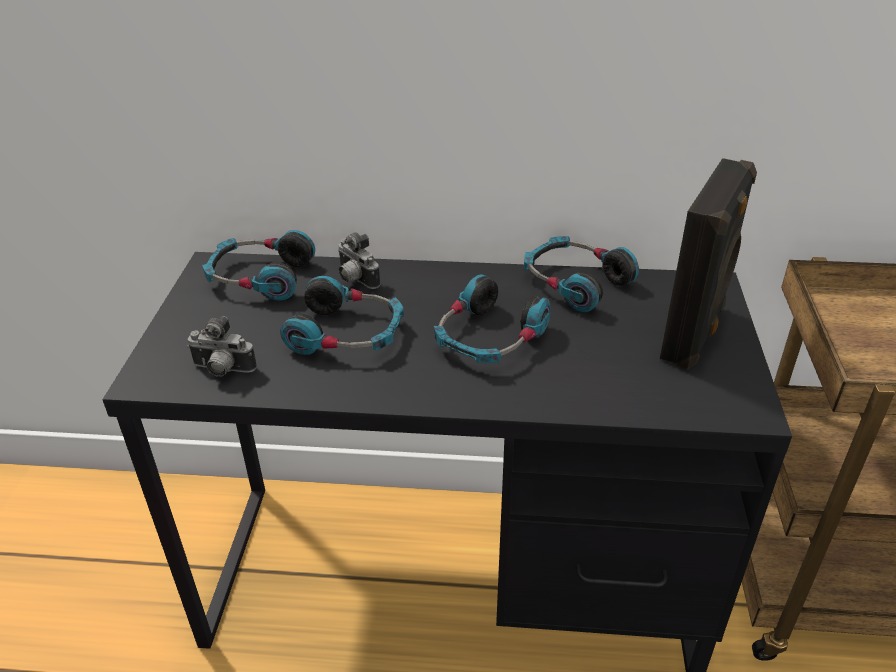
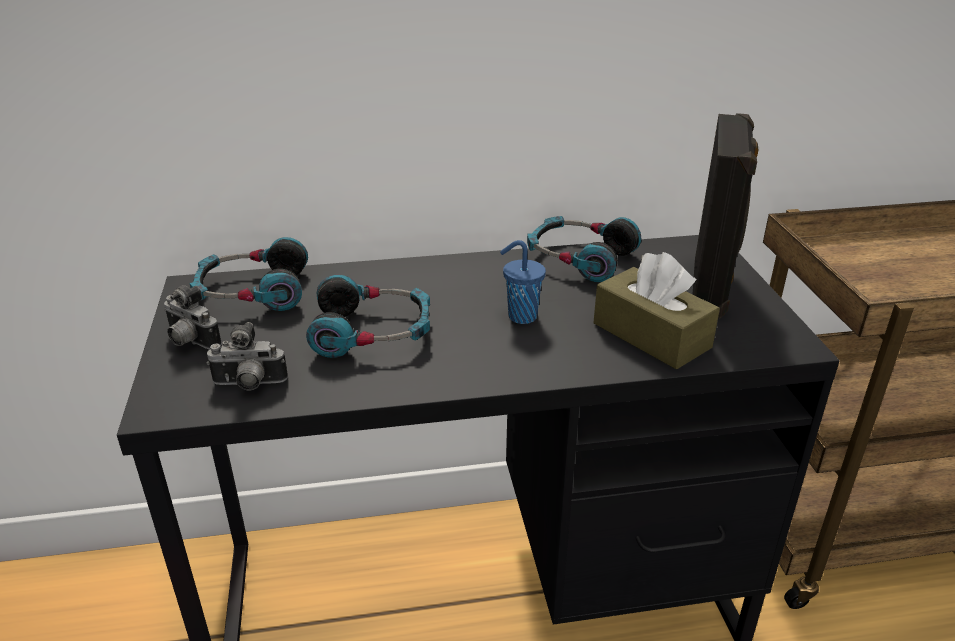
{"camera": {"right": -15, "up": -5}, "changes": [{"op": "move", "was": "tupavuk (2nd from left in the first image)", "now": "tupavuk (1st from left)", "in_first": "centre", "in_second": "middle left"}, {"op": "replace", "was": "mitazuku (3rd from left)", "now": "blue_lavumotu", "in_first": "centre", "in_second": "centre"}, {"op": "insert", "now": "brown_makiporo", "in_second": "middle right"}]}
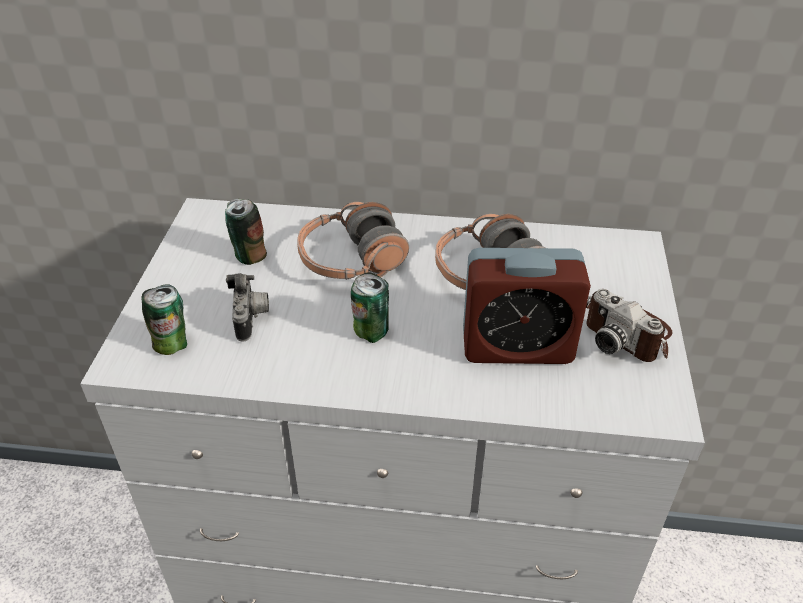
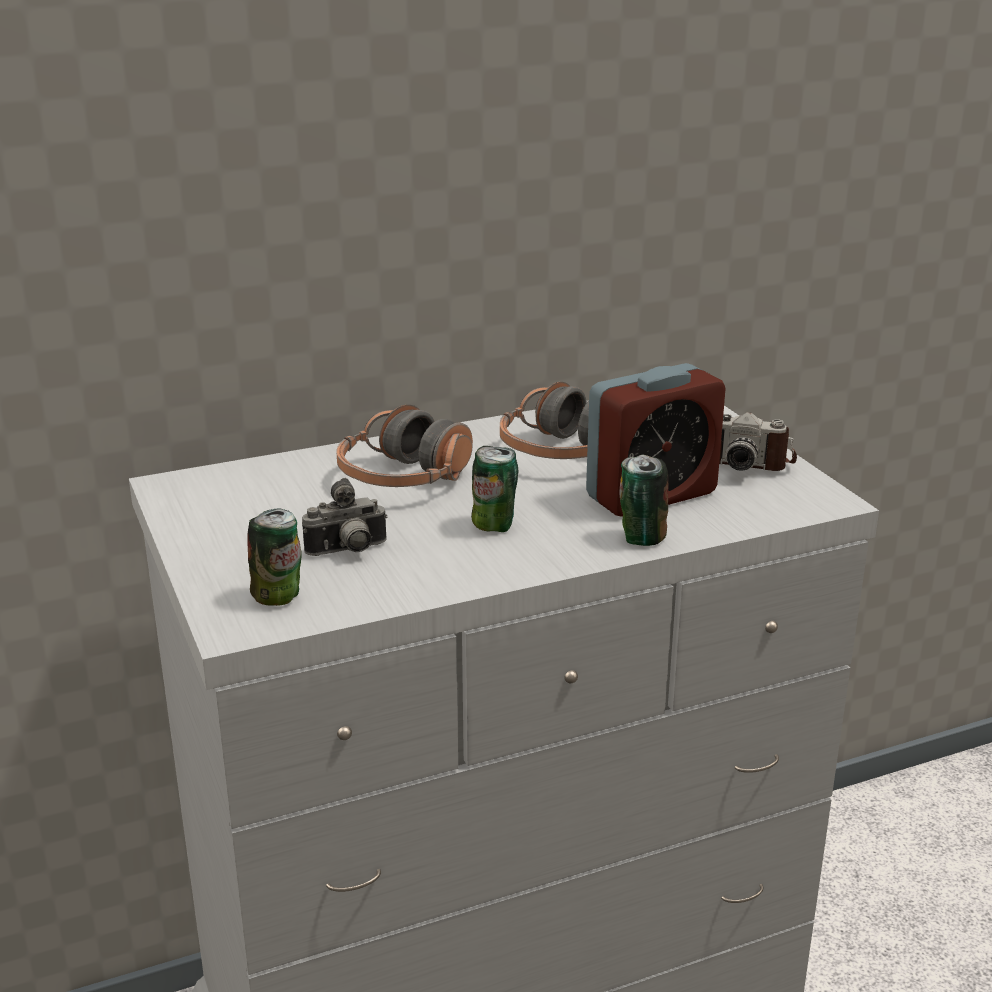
{"camera": {"right": -30, "up": -15}, "changes": [{"op": "rotate", "was": "tupavuk (1st from left)", "in_first": "middle left", "in_second": "centre", "clockwise": 105}, {"op": "move", "was": "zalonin (2nd from left in the first image)", "now": "zalonin (3rd from left)", "in_first": "middle left", "in_second": "centre"}]}
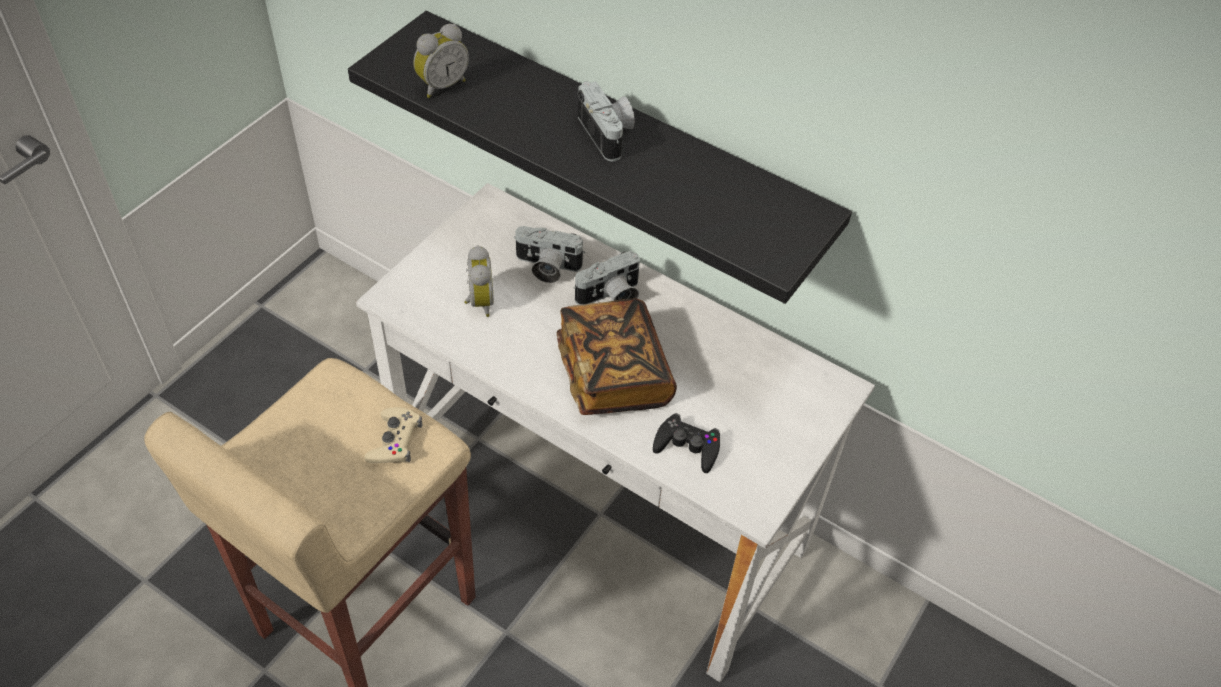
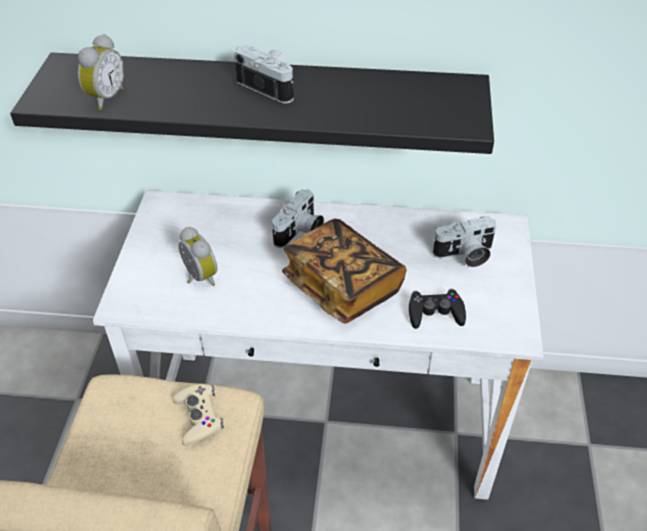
{"camera": {"right": -25, "up": -5}, "changes": [{"op": "move", "was": "tupavuk (1st from left in the first image)", "now": "tupavuk (3rd from left)", "in_first": "centre", "in_second": "middle right"}]}
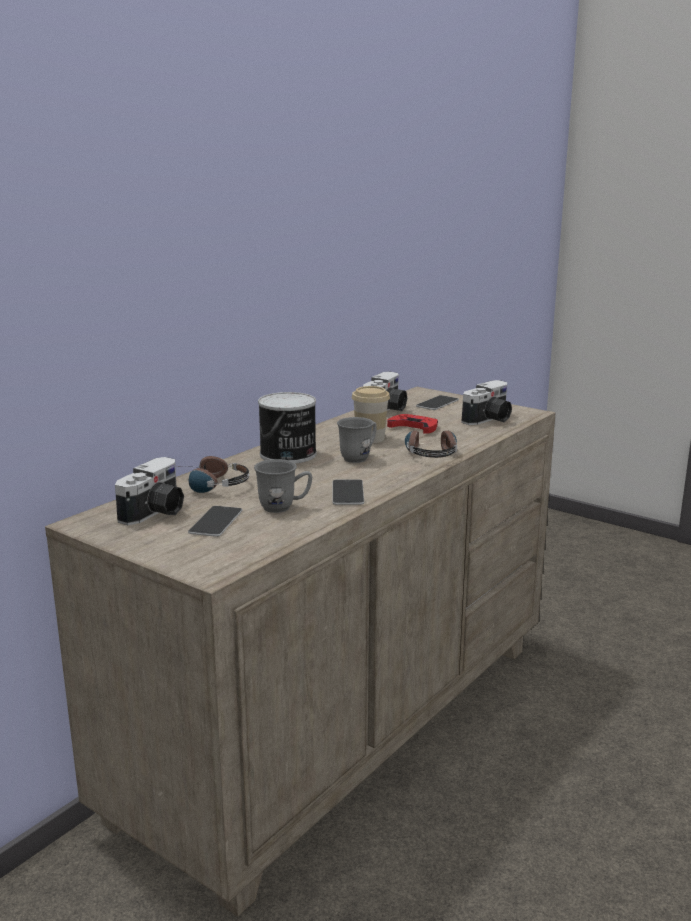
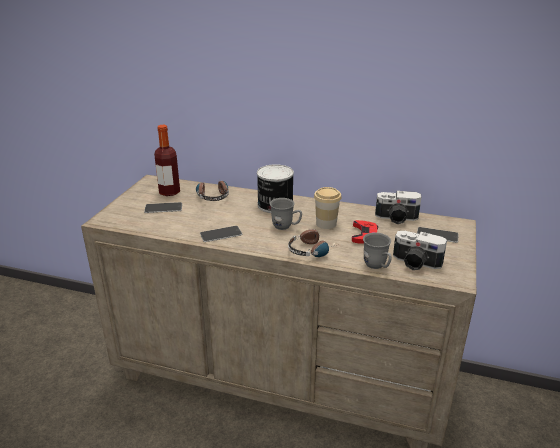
{"camera": {"right": 70, "up": 10}, "changes": [{"op": "replace", "was": "tupavuk (1st from left)", "now": "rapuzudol", "in_first": "middle left", "in_second": "middle left"}, {"op": "move", "was": "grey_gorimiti (1st from left in the first image)", "now": "grey_gorimiti (2nd from left)", "in_first": "centre", "in_second": "middle right"}]}
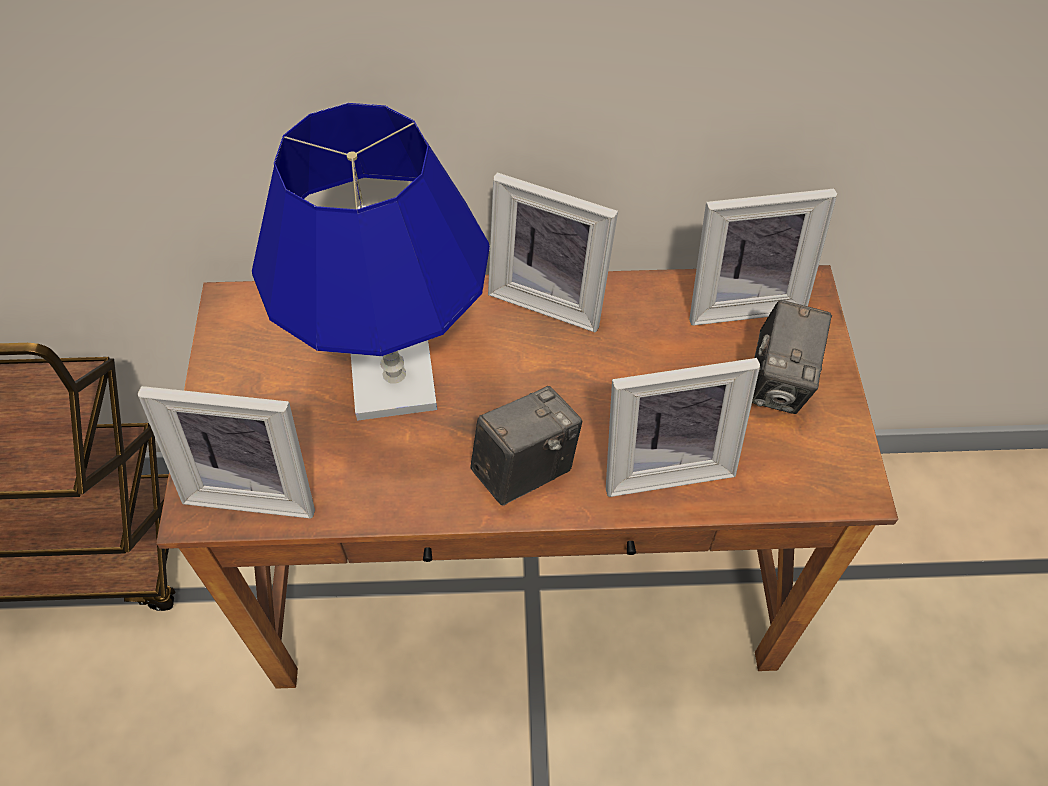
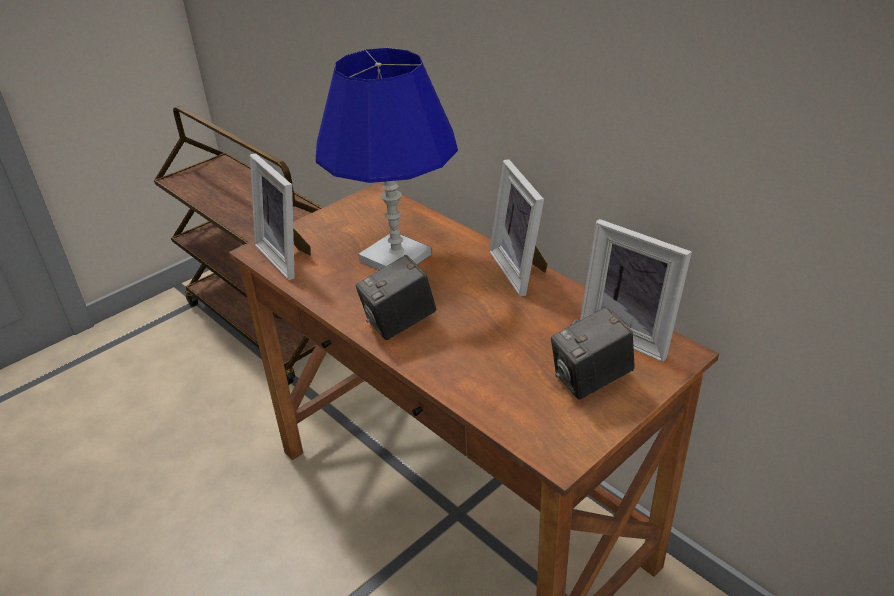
{"camera": {"right": 50, "up": -20}, "changes": [{"op": "rotate", "was": "tupavuk (1st from left)", "in_first": "centre", "in_second": "centre", "clockwise": 135}, {"op": "delete", "was": "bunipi (3rd from left)", "in_first": "centre"}]}
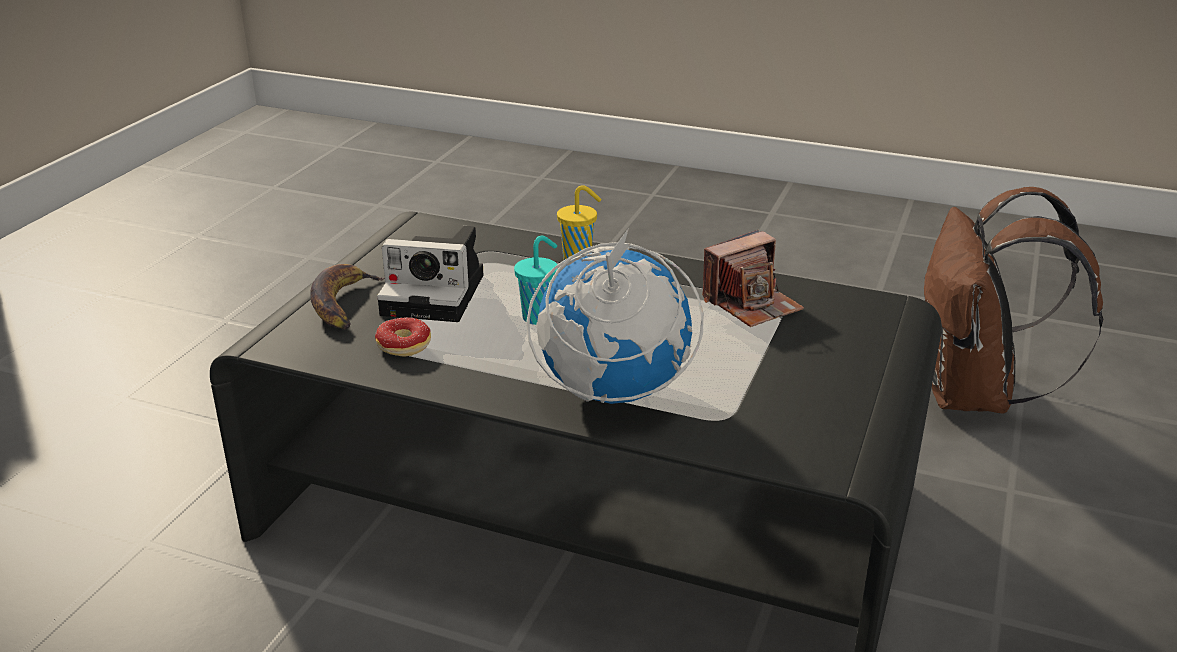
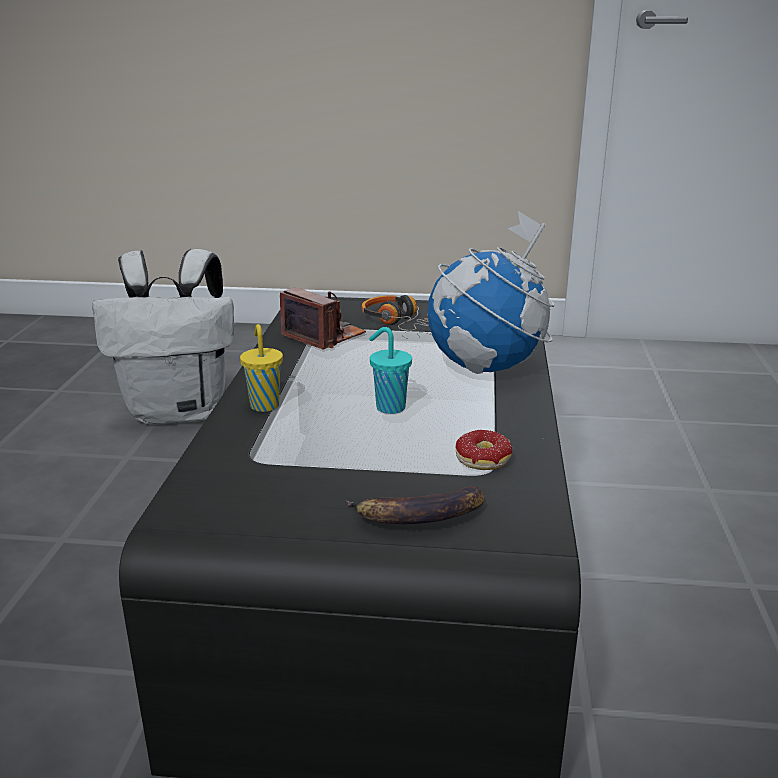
{"camera": {"right": -105, "up": -5}, "changes": [{"op": "recolor", "was": "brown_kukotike", "now": "white_kukotike", "in_first": "middle right", "in_second": "middle left"}, {"op": "insert", "now": "mitazuku", "in_second": "centre"}, {"op": "delete", "was": "tupavuk (1st from left)", "in_first": "centre"}]}
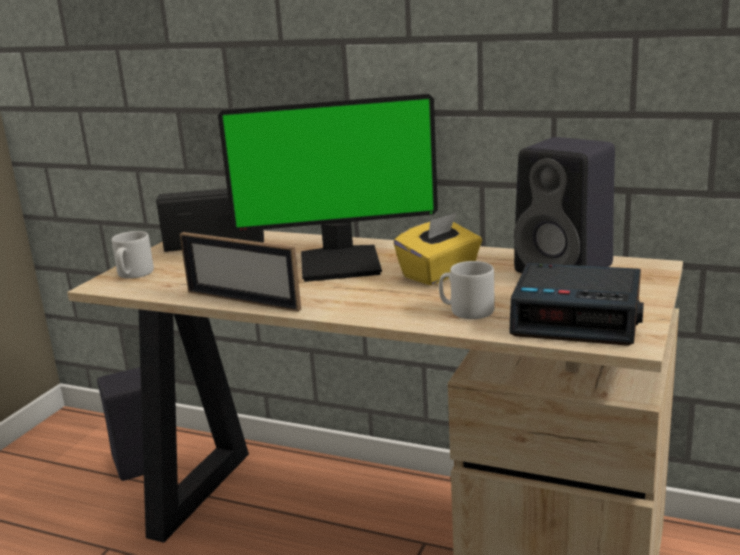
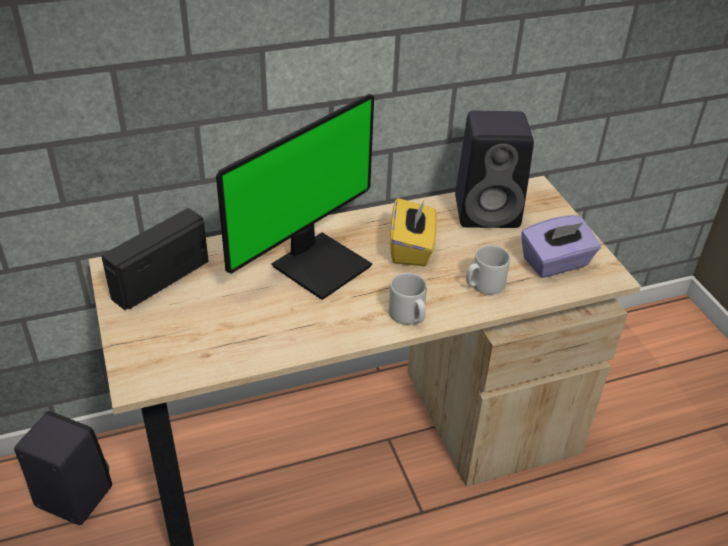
{"camera": {"right": -45, "up": 20}, "changes": [{"op": "move", "was": "grey_gorimiti (1st from left)", "in_first": "middle left", "in_second": "centre"}, {"op": "replace", "was": "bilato", "now": "purple_makiporo", "in_first": "middle right", "in_second": "middle right"}, {"op": "delete", "was": "bunipi", "in_first": "middle left"}]}
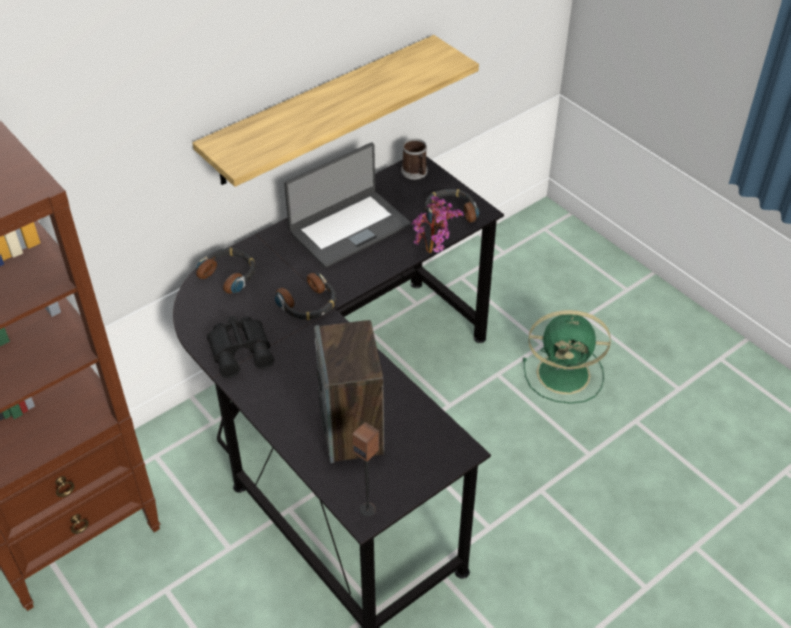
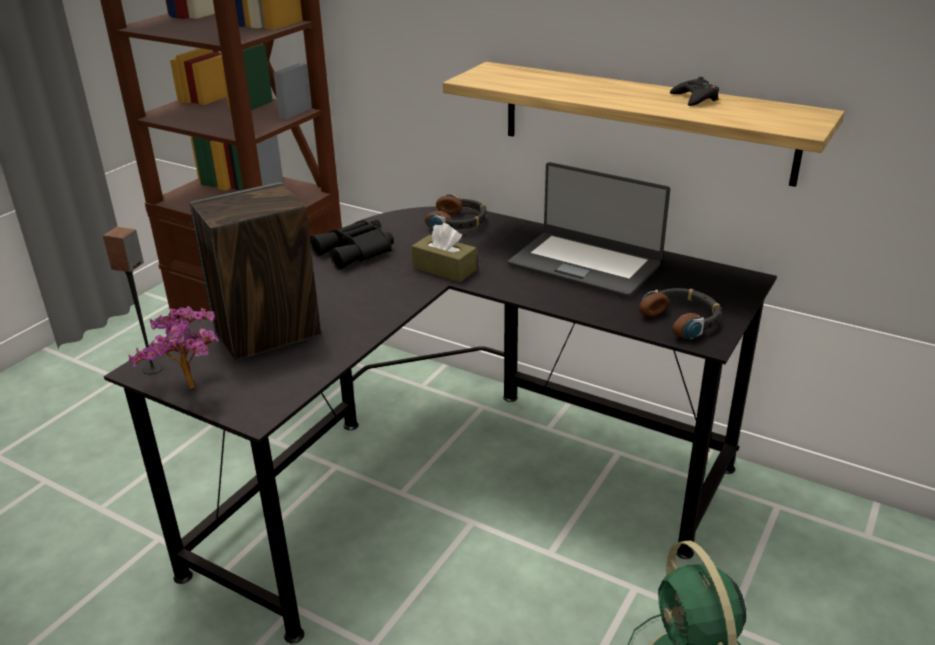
{"camera": {"right": 70, "up": -15}, "changes": [{"op": "move", "was": "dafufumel", "in_first": "centre", "in_second": "middle left"}, {"op": "replace", "was": "mitazuku (2nd from left)", "now": "brown_makiporo", "in_first": "centre", "in_second": "centre"}, {"op": "insert", "now": "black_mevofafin", "in_second": "top right"}, {"op": "delete", "was": "gorimiti", "in_first": "top centre"}]}
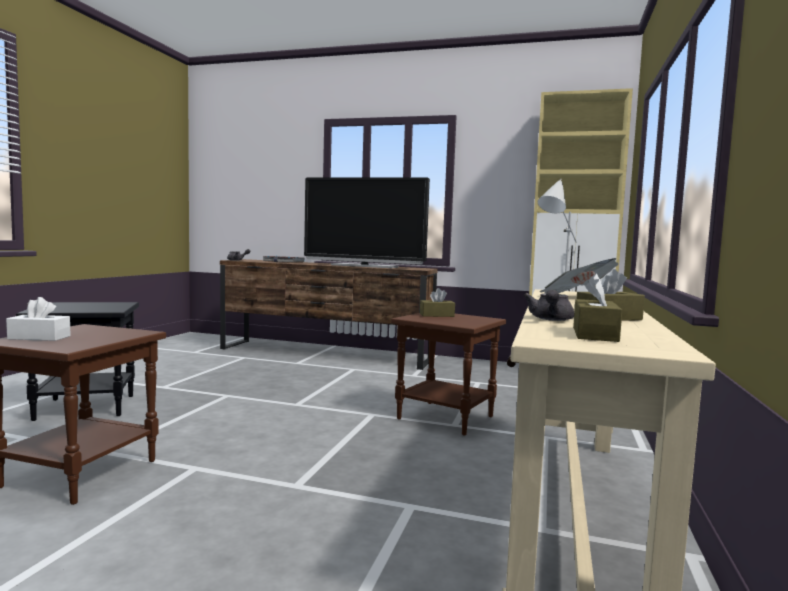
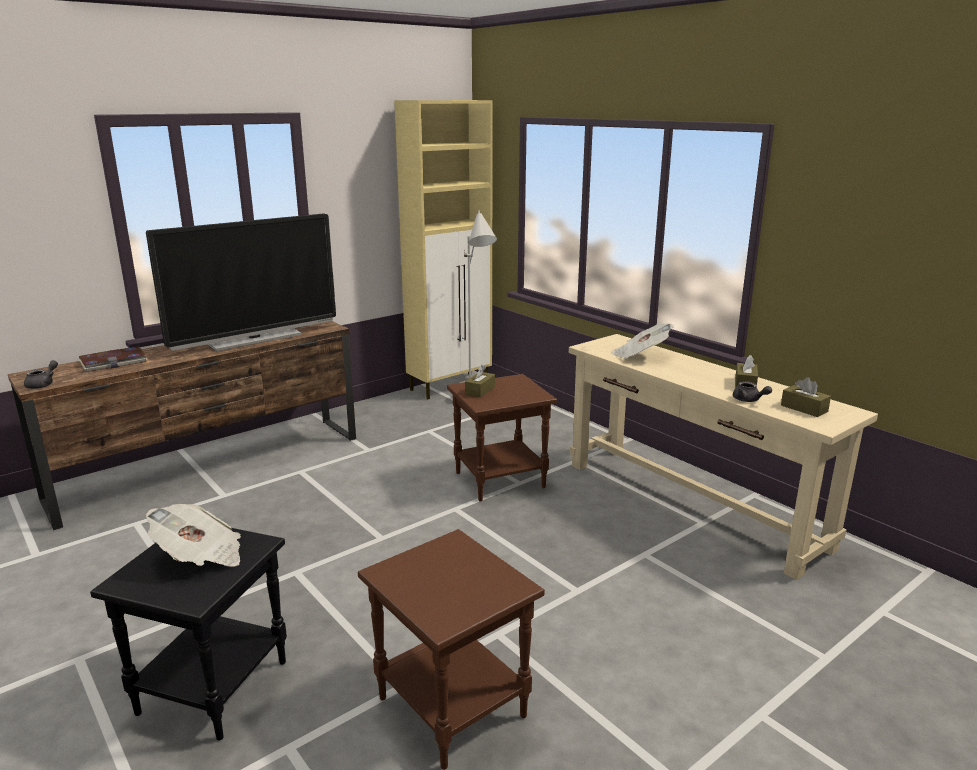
{"camera": {"right": -55, "up": 15}, "changes": [{"op": "insert", "now": "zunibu (1st from left)", "in_second": "bottom left"}, {"op": "delete", "was": "white_makiporo", "in_first": "middle left"}]}
